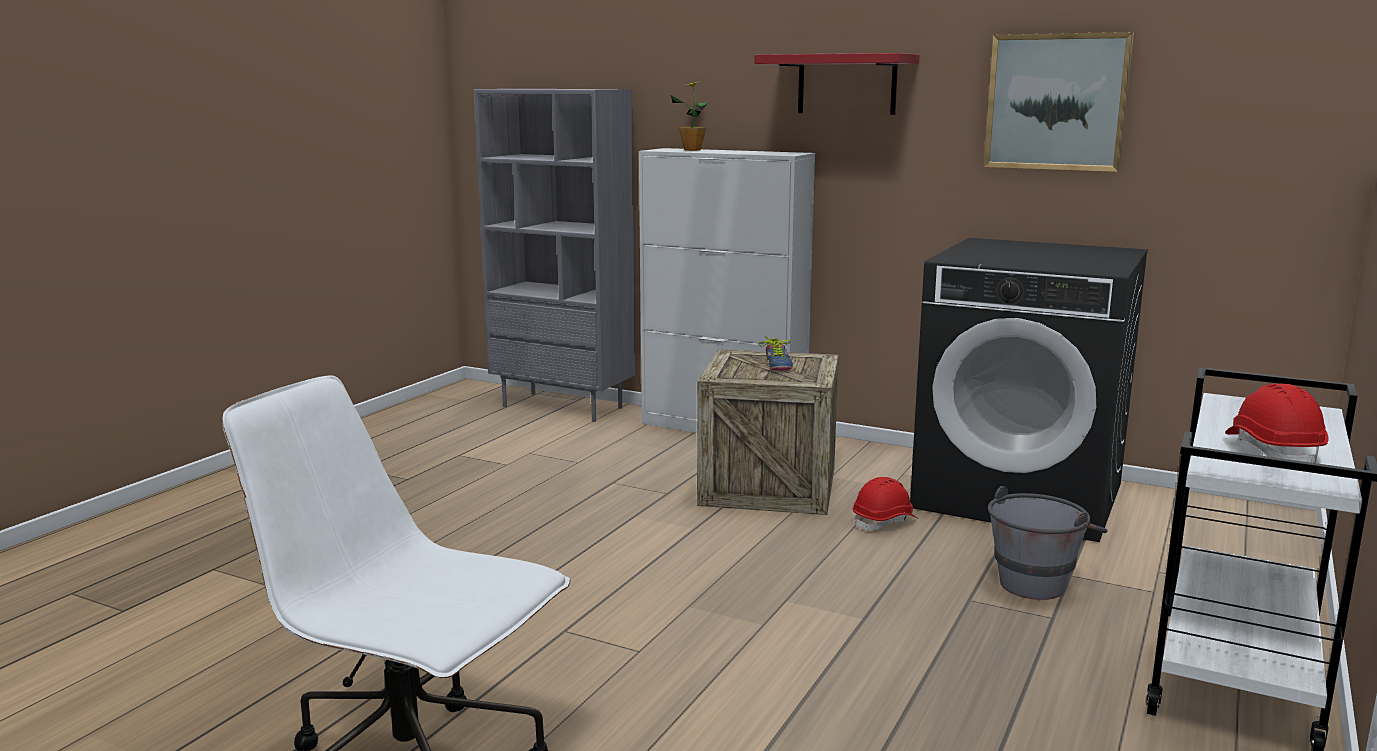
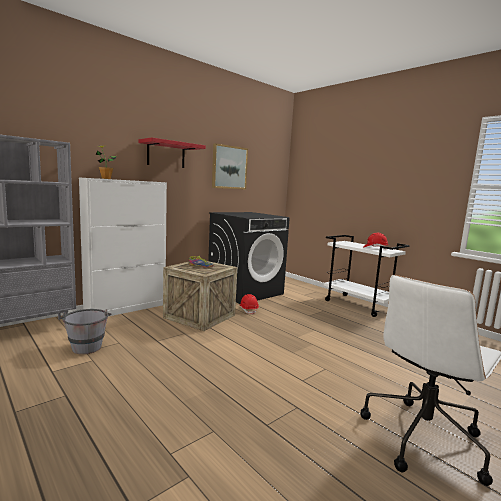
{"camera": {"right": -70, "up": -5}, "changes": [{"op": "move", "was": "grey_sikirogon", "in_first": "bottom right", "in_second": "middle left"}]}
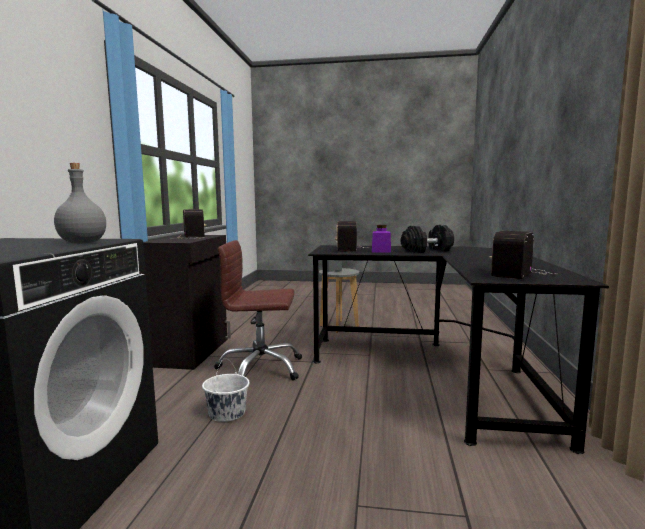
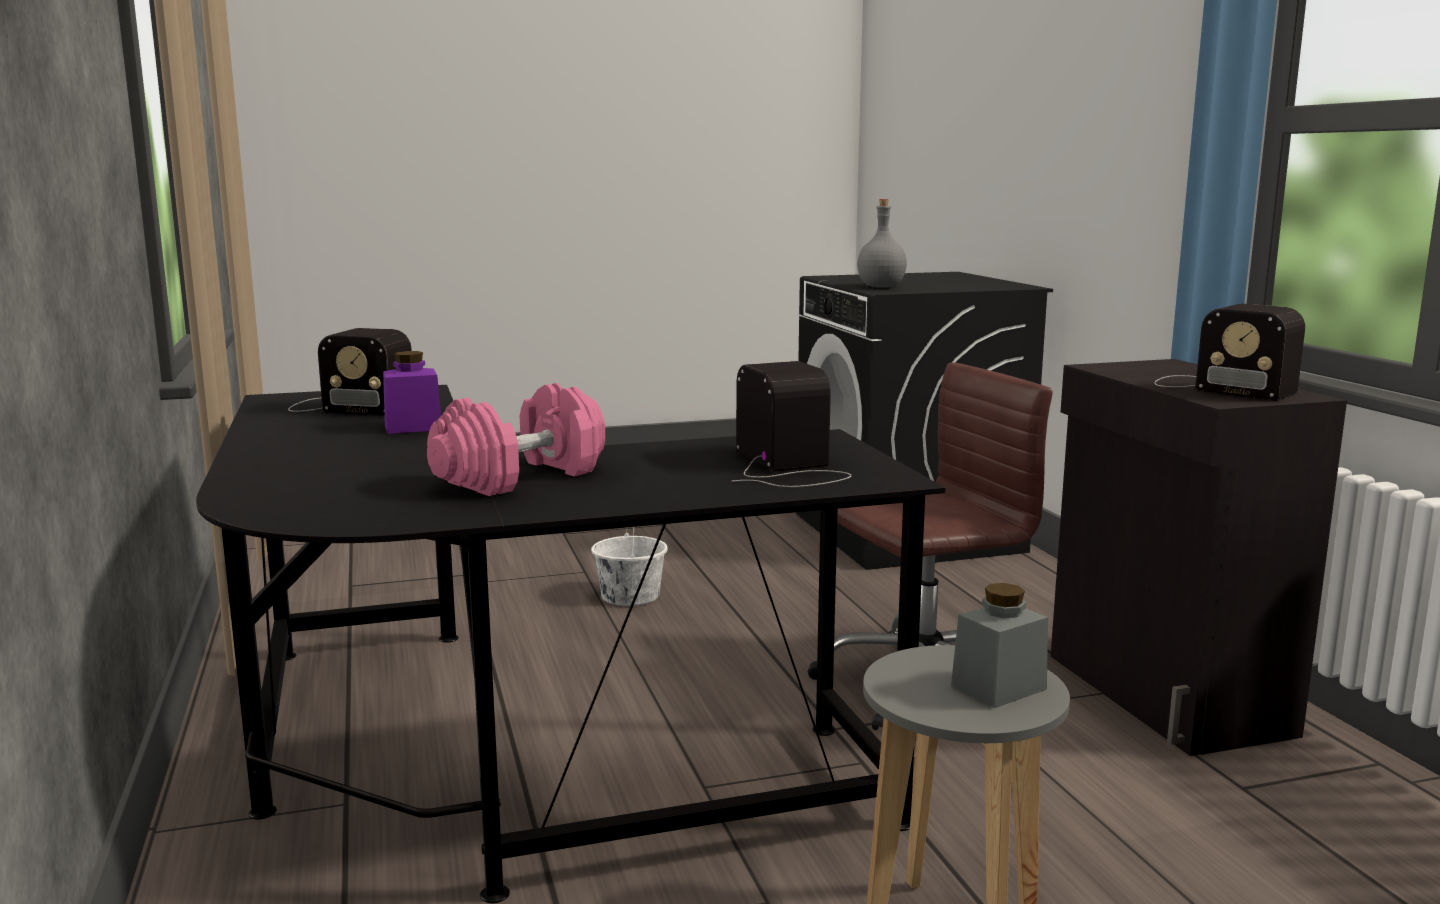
{"camera": {"right": 155, "up": 5}, "changes": [{"op": "rotate", "was": "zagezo (3rd from left in the first image)", "in_first": "middle right", "in_second": "middle left", "clockwise": 90}, {"op": "move", "was": "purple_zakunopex", "in_first": "centre", "in_second": "middle left"}, {"op": "recolor", "was": "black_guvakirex", "now": "pink_guvakirex", "in_first": "centre", "in_second": "centre"}, {"op": "move", "was": "white_sikirogon", "in_first": "bottom centre", "in_second": "centre"}]}
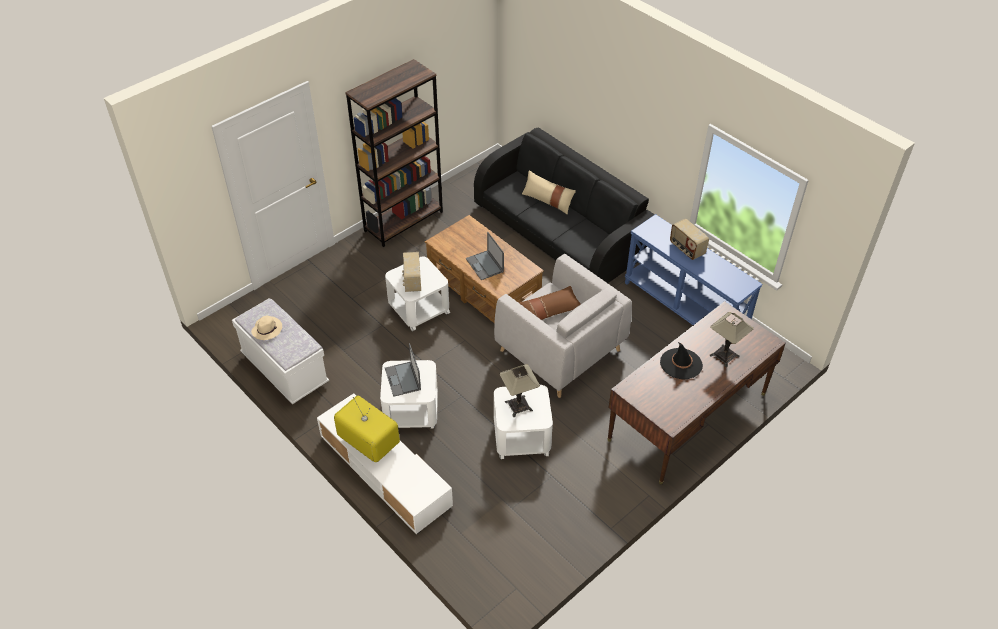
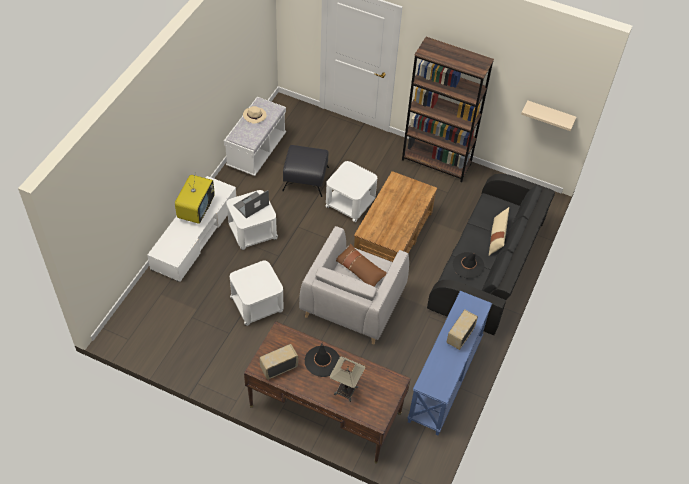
{"camera": {"right": 65, "up": 5}, "changes": [{"op": "move", "was": "zagezo (1st from left)", "in_first": "centre", "in_second": "bottom centre"}, {"op": "insert", "now": "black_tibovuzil", "in_second": "centre"}, {"op": "insert", "now": "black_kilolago (2nd from left)", "in_second": "middle right"}, {"op": "insert", "now": "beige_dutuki", "in_second": "top right"}, {"op": "delete", "was": "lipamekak (2nd from left)", "in_first": "centre"}, {"op": "delete", "was": "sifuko (1st from left)", "in_first": "centre"}]}
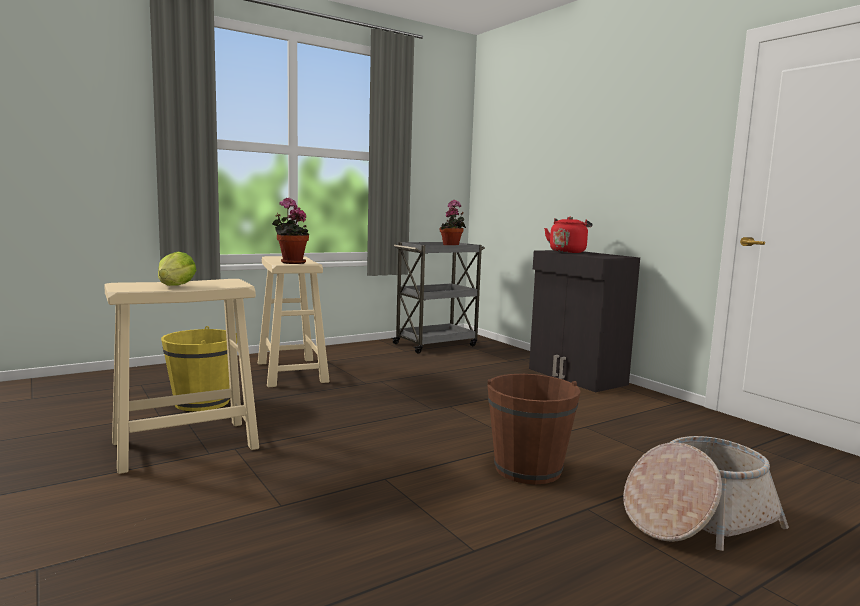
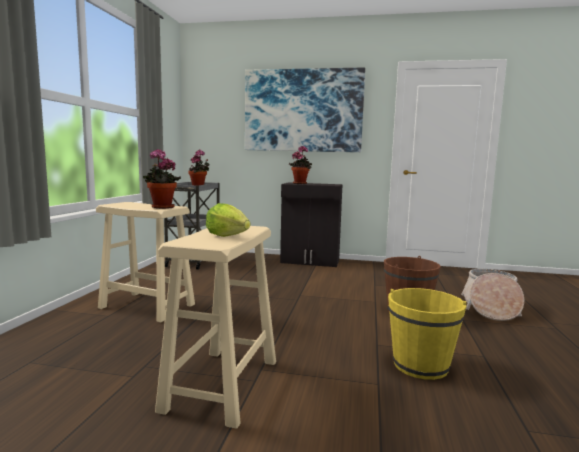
{"camera": {"right": -45, "up": 0}, "changes": [{"op": "insert", "now": "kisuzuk", "in_second": "top centre"}, {"op": "replace", "was": "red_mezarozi", "now": "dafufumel (3rd from left)", "in_first": "centre", "in_second": "centre"}, {"op": "move", "was": "yellow_sikirogon", "in_first": "middle left", "in_second": "bottom right"}]}
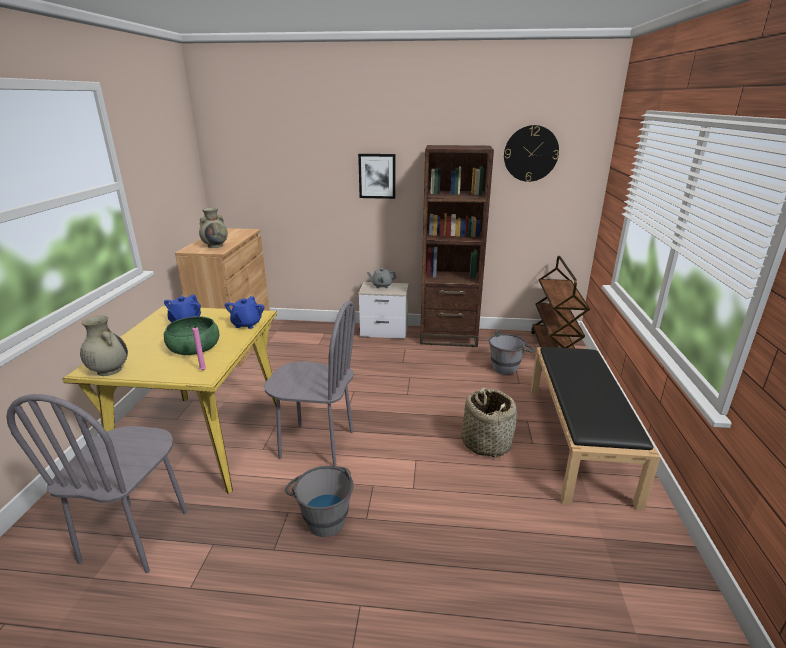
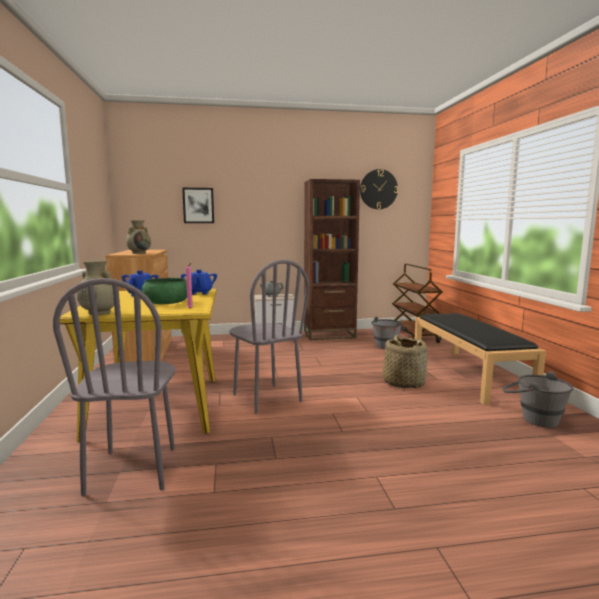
{"camera": {"right": -15, "up": -15}, "changes": [{"op": "move", "was": "kisuzuk", "in_first": "top centre", "in_second": "middle left"}, {"op": "rotate", "was": "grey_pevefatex (2nd from left)", "in_first": "centre", "in_second": "centre", "clockwise": 60}, {"op": "move", "was": "grey_sikirogon (1st from left in the first image)", "now": "grey_sikirogon (2nd from left)", "in_first": "bottom centre", "in_second": "middle right"}]}
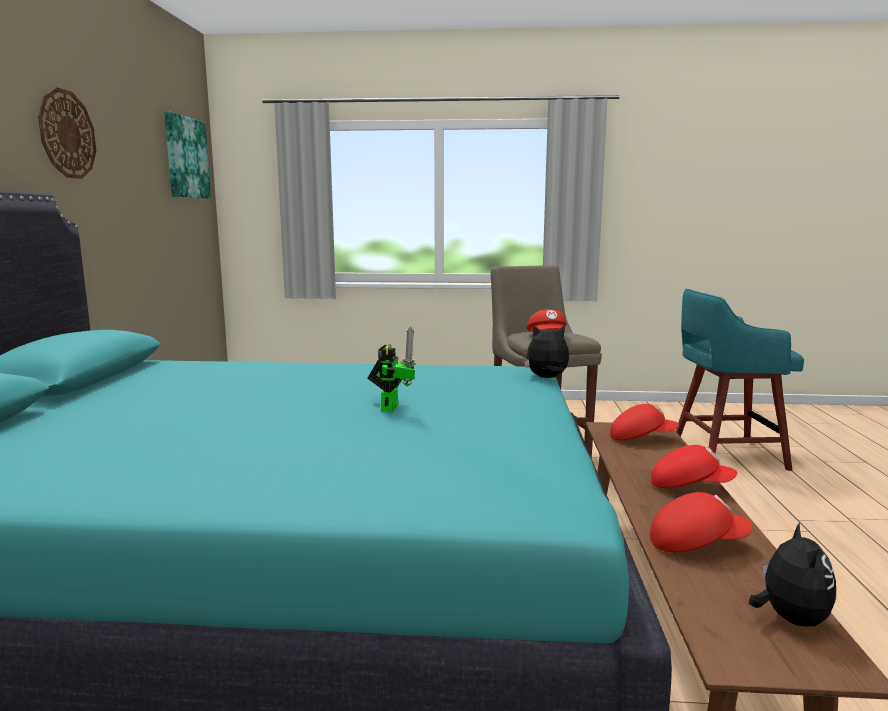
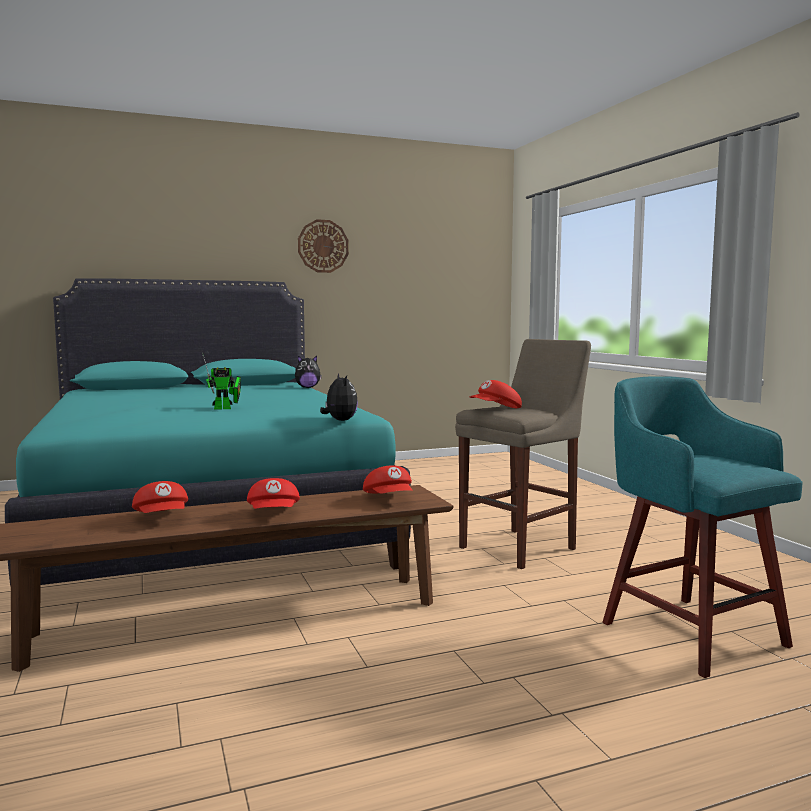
{"camera": {"right": 65, "up": -5}, "changes": [{"op": "move", "was": "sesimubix (2nd from left in the first image)", "now": "sesimubix (1st from left)", "in_first": "bottom right", "in_second": "centre"}, {"op": "delete", "was": "kisuzuk", "in_first": "top left"}]}
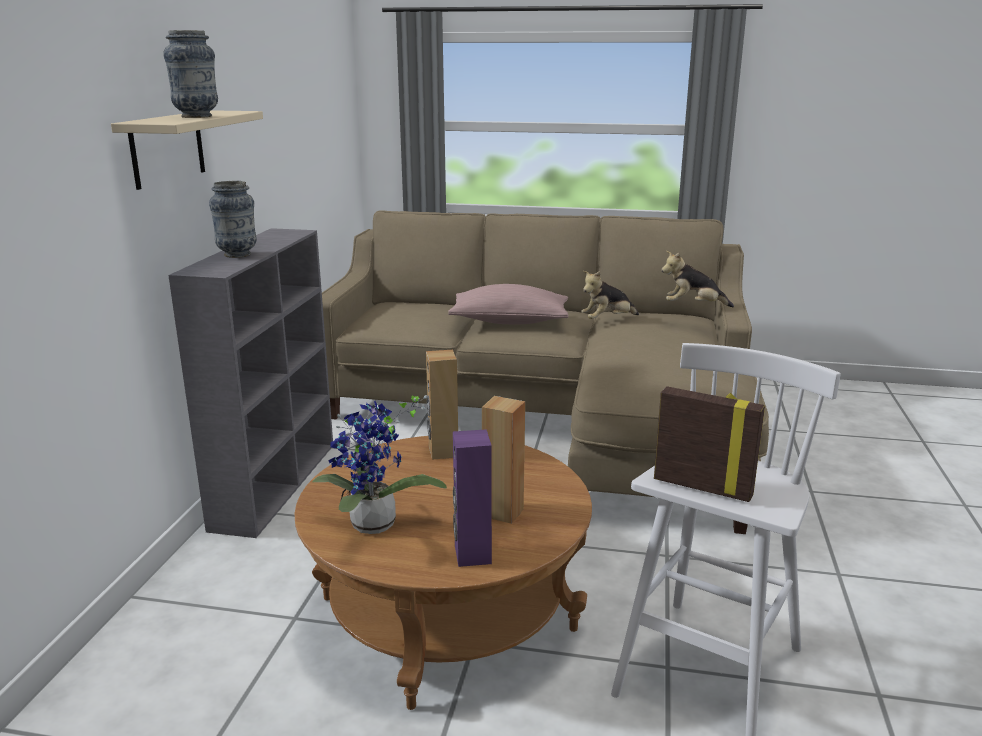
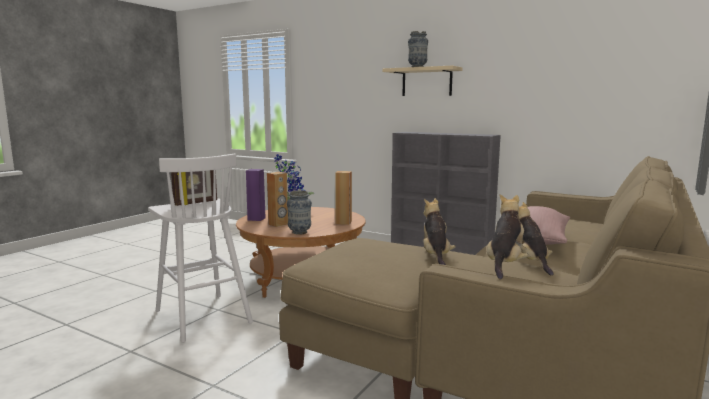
{"camera": {"right": 110, "up": -10}, "changes": [{"op": "move", "was": "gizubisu (2nd from left in the first image)", "now": "gizubisu (1st from left)", "in_first": "top left", "in_second": "centre"}, {"op": "insert", "now": "sesimubix (1st from left)", "in_second": "centre"}]}
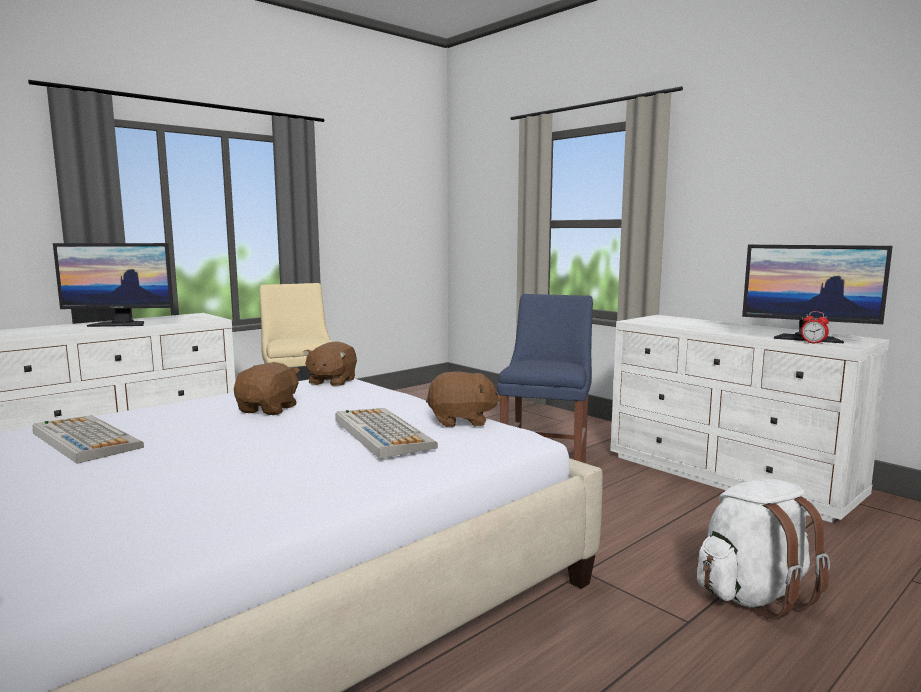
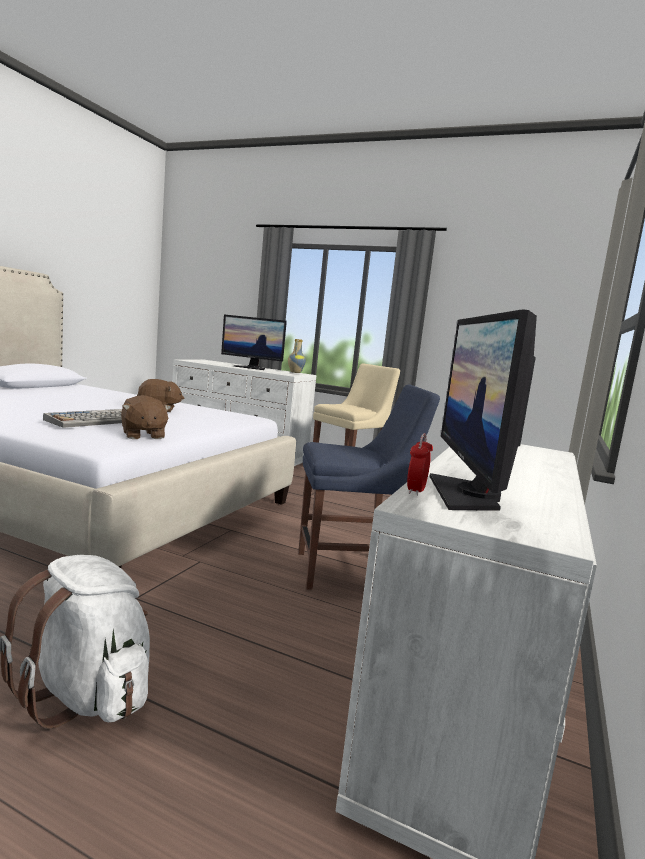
{"camera": {"right": 65, "up": 0}, "changes": [{"op": "rotate", "was": "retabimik (1st from left)", "in_first": "middle left", "in_second": "centre", "clockwise": -45}, {"op": "insert", "now": "gizubisu", "in_second": "centre"}, {"op": "delete", "was": "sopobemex (1st from left)", "in_first": "middle left"}, {"op": "delete", "was": "brown_sesimubix (2nd from left)", "in_first": "centre"}]}
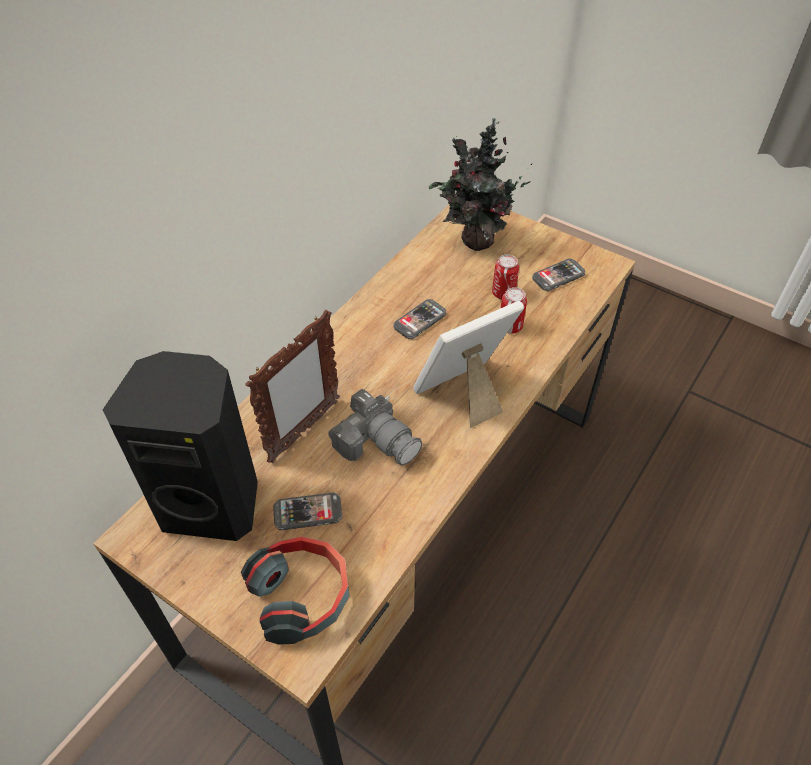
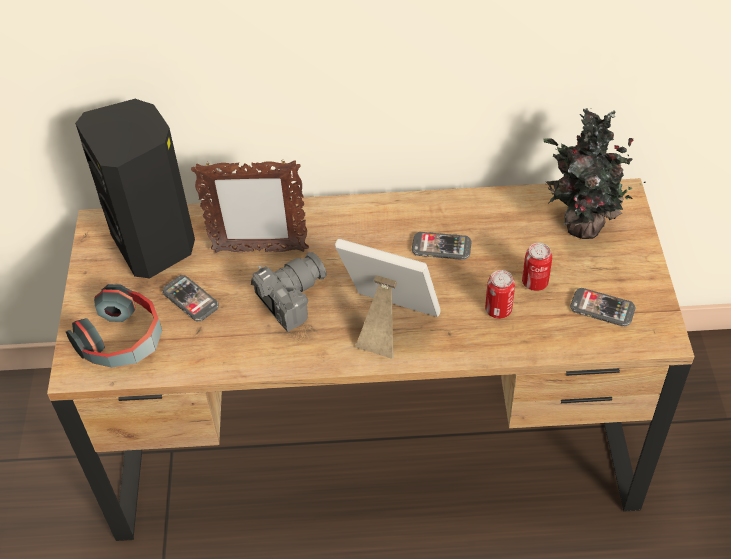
{"camera": {"right": 55, "up": 0}, "changes": [{"op": "rotate", "was": "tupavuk", "in_first": "centre", "in_second": "centre", "clockwise": -135}]}
